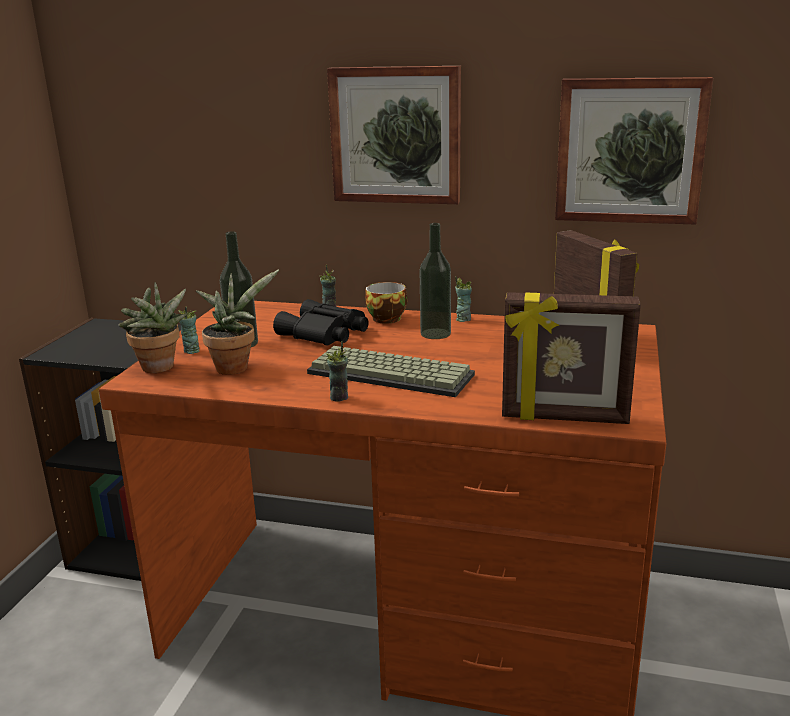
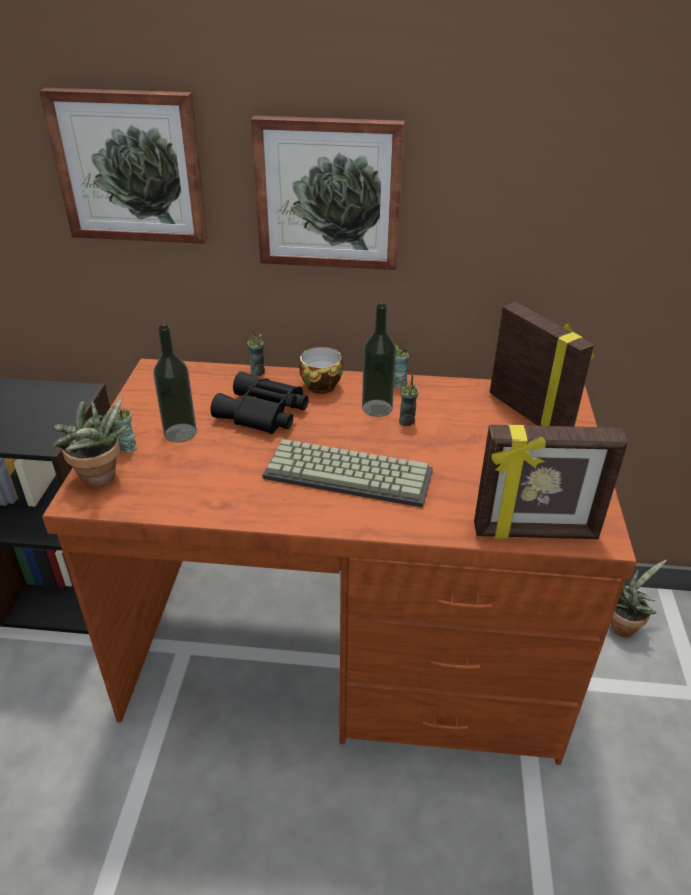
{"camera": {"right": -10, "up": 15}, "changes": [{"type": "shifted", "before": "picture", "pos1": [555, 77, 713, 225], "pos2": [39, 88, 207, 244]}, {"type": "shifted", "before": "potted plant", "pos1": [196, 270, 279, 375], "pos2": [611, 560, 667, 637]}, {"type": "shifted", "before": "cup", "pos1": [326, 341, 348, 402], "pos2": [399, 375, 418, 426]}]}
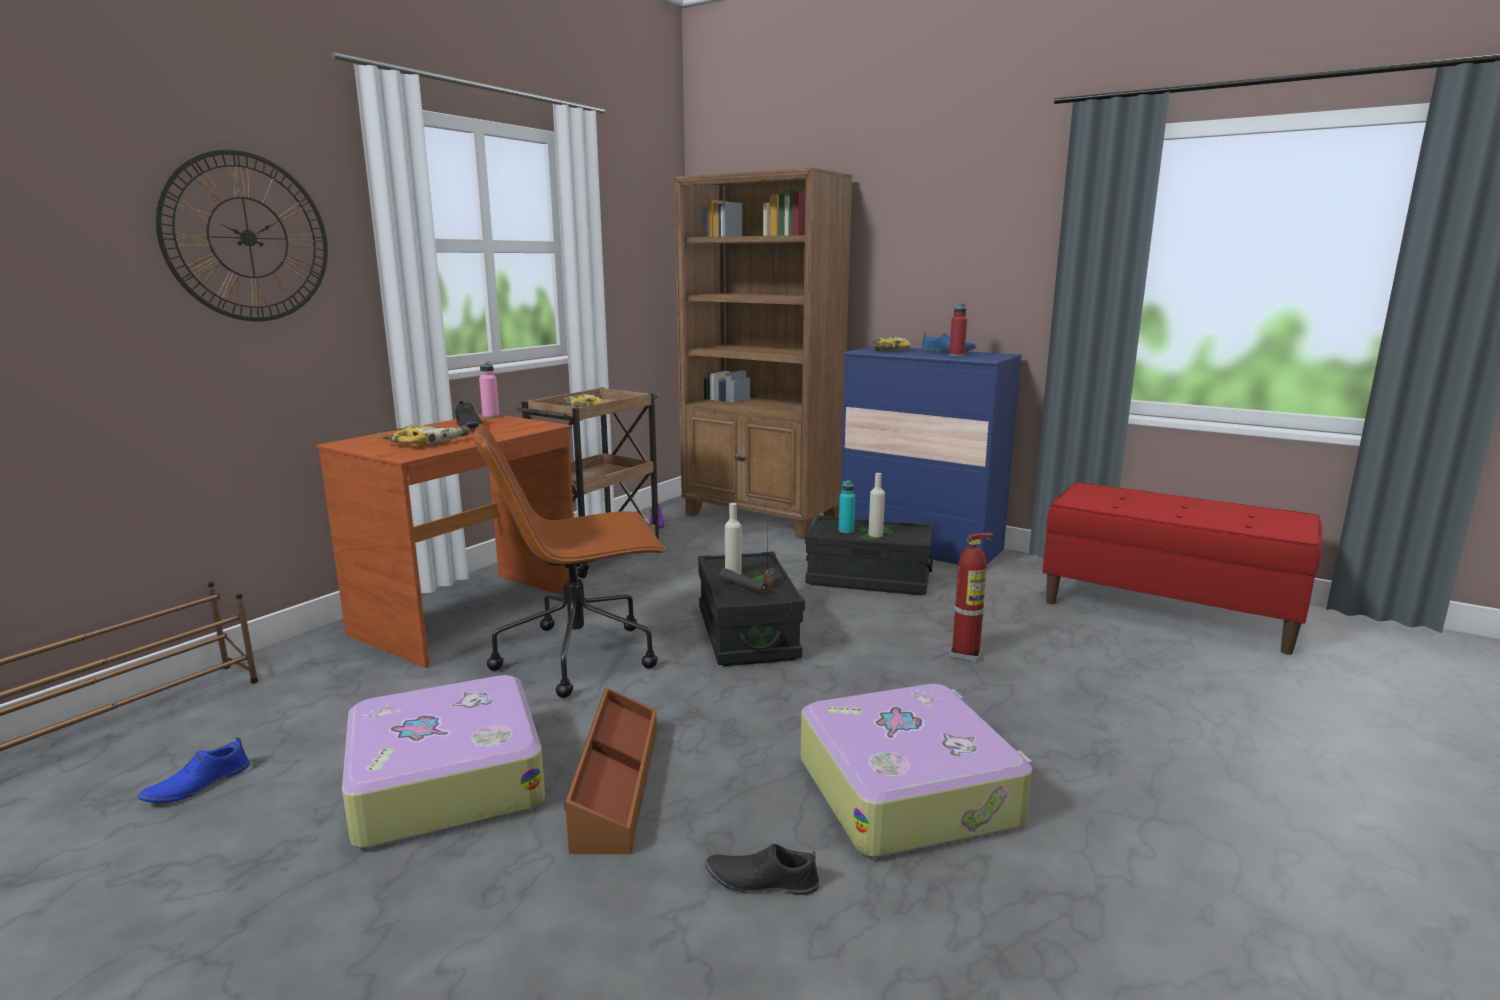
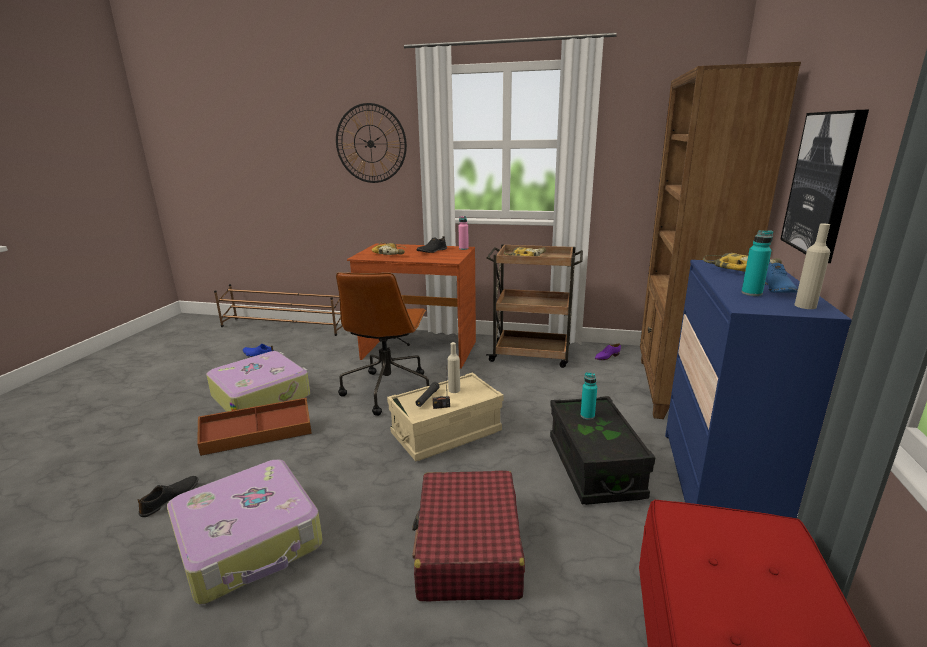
{"camera": {"right": 70, "up": 5}, "changes": [{"type": "repainted", "before": "red bottle", "after": "turquoise bottle", "pos1": [949, 303, 967, 357], "pos2": [741, 230, 773, 296]}, {"type": "rotated", "before": "brown office chair", "pos1": [474, 424, 666, 698], "pos2": [336, 272, 429, 416], "turn": -135}, {"type": "shifted", "before": "beige bottle", "pos1": [868, 473, 885, 537], "pos2": [794, 224, 830, 309]}, {"type": "swapped", "before": "fire extinguisher", "after": "red suitcase", "pos1": [950, 533, 993, 662], "pos2": [412, 471, 525, 601]}, {"type": "repainted", "before": "black storage box", "after": "beige storage box", "pos1": [698, 551, 805, 666], "pos2": [387, 372, 503, 461]}, {"type": "rotated", "before": "black shoe", "pos1": [705, 844, 819, 895], "pos2": [138, 476, 198, 517], "turn": 45}, {"type": "new", "after": "picture", "pos2": [780, 110, 869, 263]}]}
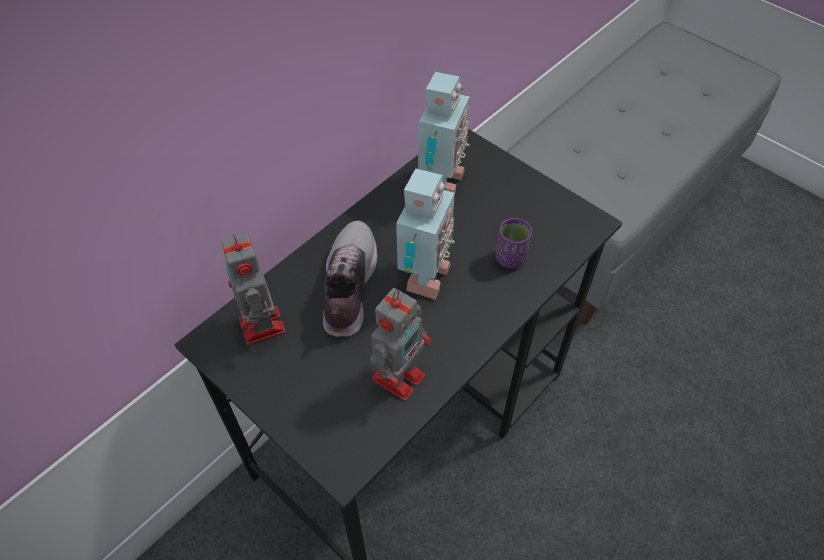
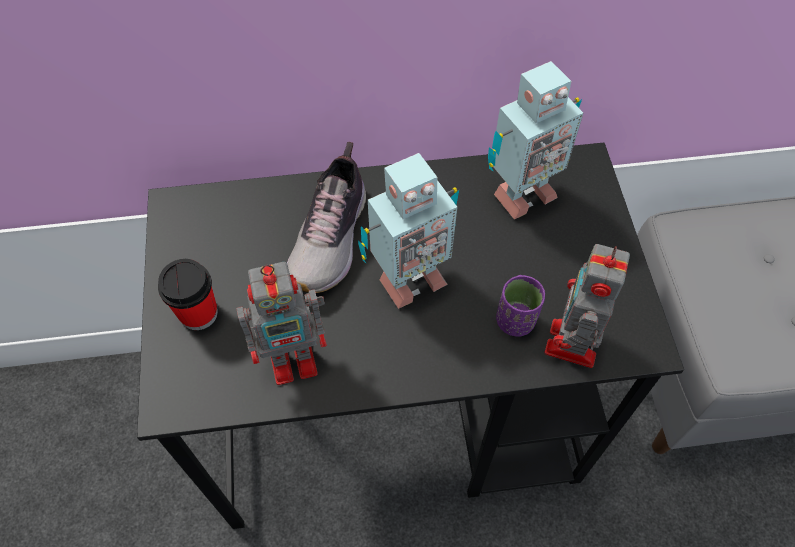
{"camera": {"right": 40, "up": 5}, "changes": [{"type": "rotated", "before": "shoe", "pos1": [323, 221, 377, 337], "pos2": [287, 142, 366, 293], "turn": 150}, {"type": "shifted", "before": "toy robot", "pos1": [221, 233, 286, 345], "pos2": [545, 244, 630, 368]}, {"type": "new", "after": "cup", "pos2": [158, 259, 218, 330]}]}
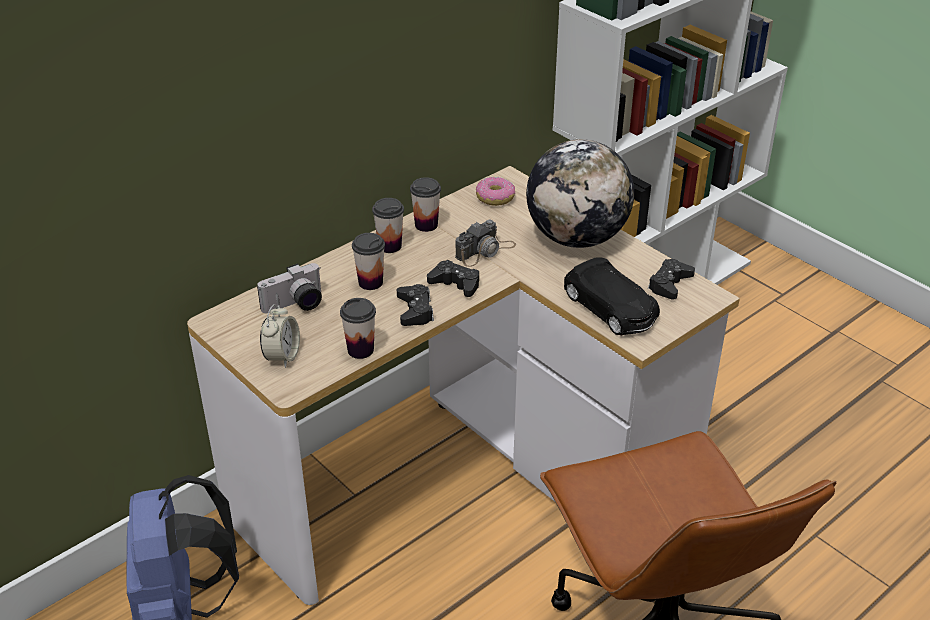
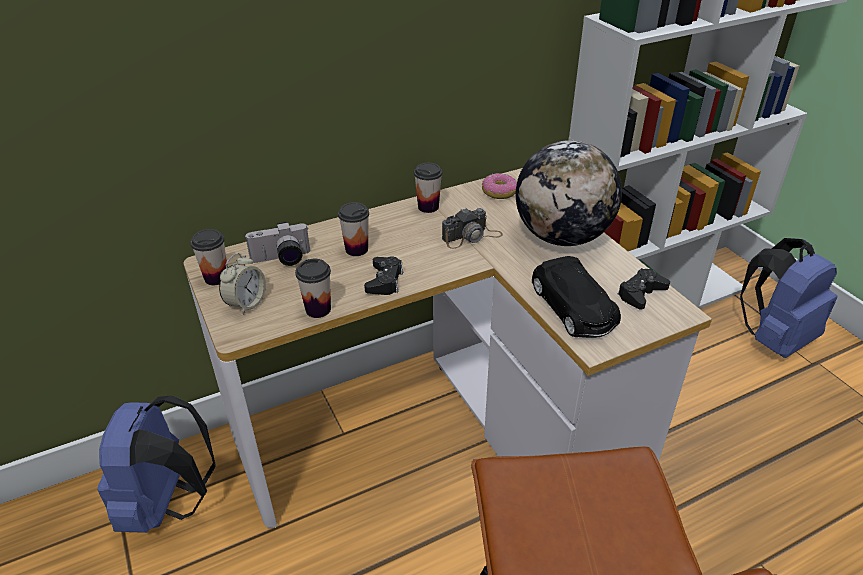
{"camera": {"right": 15, "up": 0}, "changes": [{"type": "shifted", "before": "cup", "pos1": [372, 198, 404, 253], "pos2": [190, 229, 228, 285]}, {"type": "gone", "before": "black game controller", "pos1": [427, 260, 479, 297]}, {"type": "new", "after": "blue backpack", "pos2": [740, 238, 837, 358]}]}
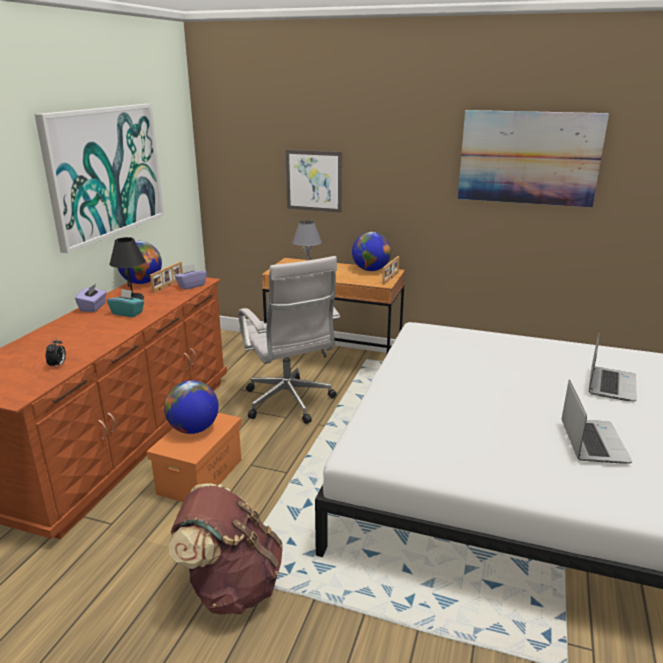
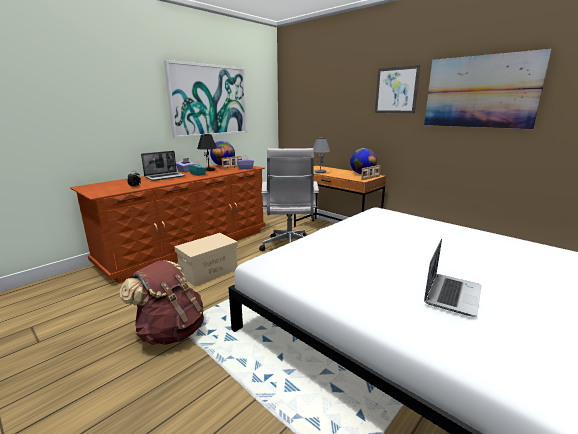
{"camera": {"right": 25, "up": -5}, "changes": [{"type": "shifted", "before": "picture", "pos1": [285, 150, 342, 213], "pos2": [375, 65, 420, 113]}, {"type": "shifted", "before": "laptop", "pos1": [589, 332, 636, 401], "pos2": [141, 151, 186, 181]}, {"type": "gone", "before": "globe", "pos1": [164, 380, 219, 434]}, {"type": "repainted", "before": "orange storage box", "after": "beige storage box", "pos1": [147, 413, 242, 502], "pos2": [174, 233, 238, 287]}]}
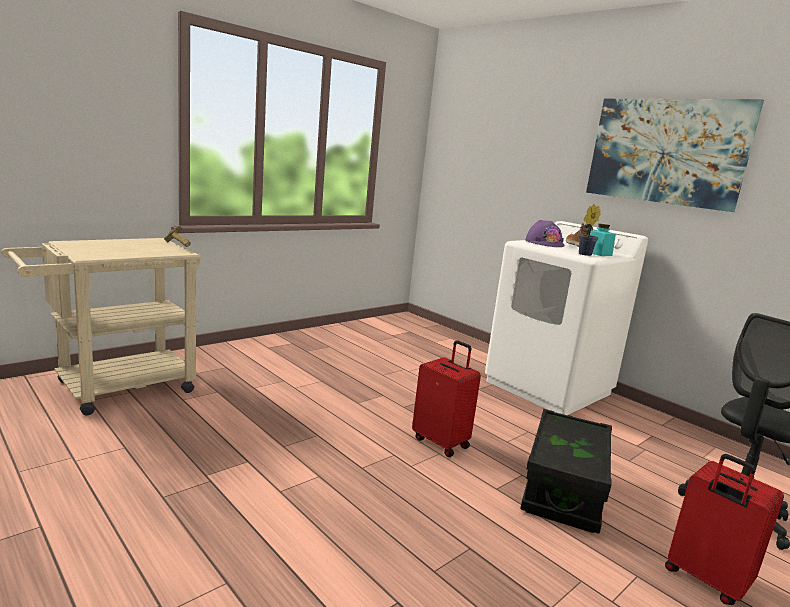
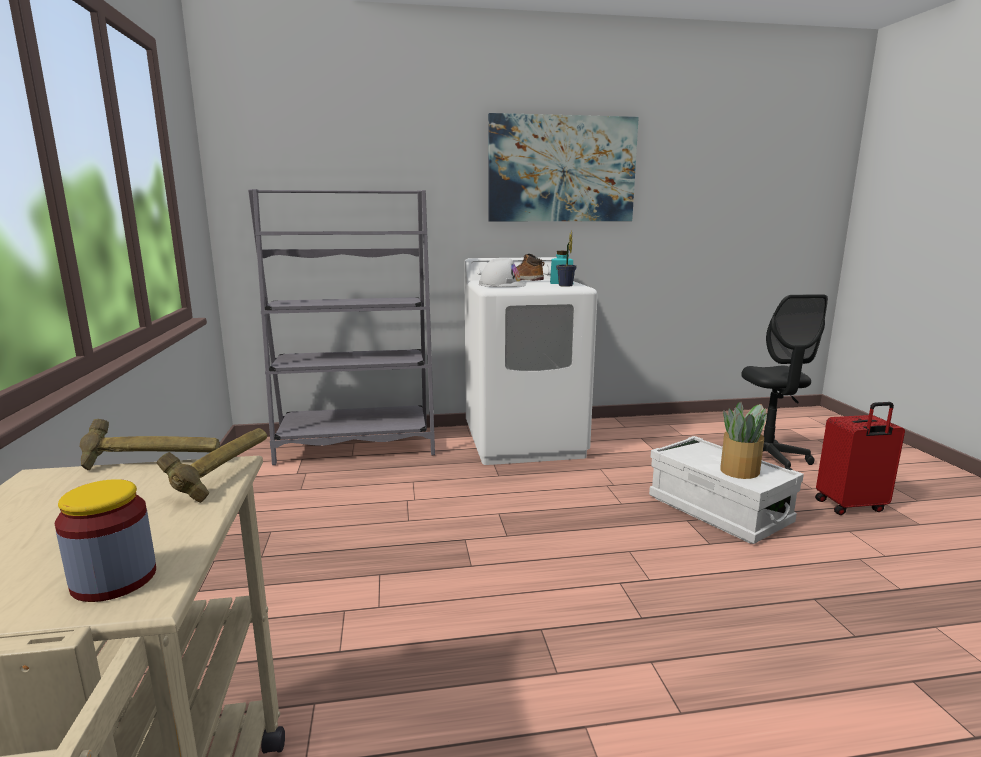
{"camera": {"right": -55, "up": 0}, "changes": [{"type": "repainted", "before": "purple hard hat", "after": "white hard hat", "pos1": [525, 220, 565, 247], "pos2": [478, 258, 526, 287]}, {"type": "gone", "before": "red suitcase", "pos1": [412, 340, 481, 457]}, {"type": "repainted", "before": "black storage box", "after": "white storage box", "pos1": [520, 409, 612, 534], "pos2": [649, 436, 804, 544]}, {"type": "new", "after": "grey bookcase", "pos2": [248, 189, 435, 465]}, {"type": "new", "after": "potted plant", "pos2": [720, 402, 767, 479]}, {"type": "new", "after": "hammer", "pos2": [156, 428, 267, 503]}, {"type": "new", "after": "jar", "pos2": [55, 479, 156, 602]}]}
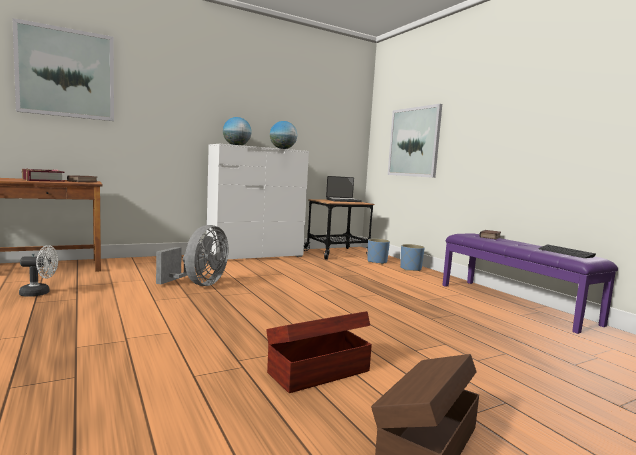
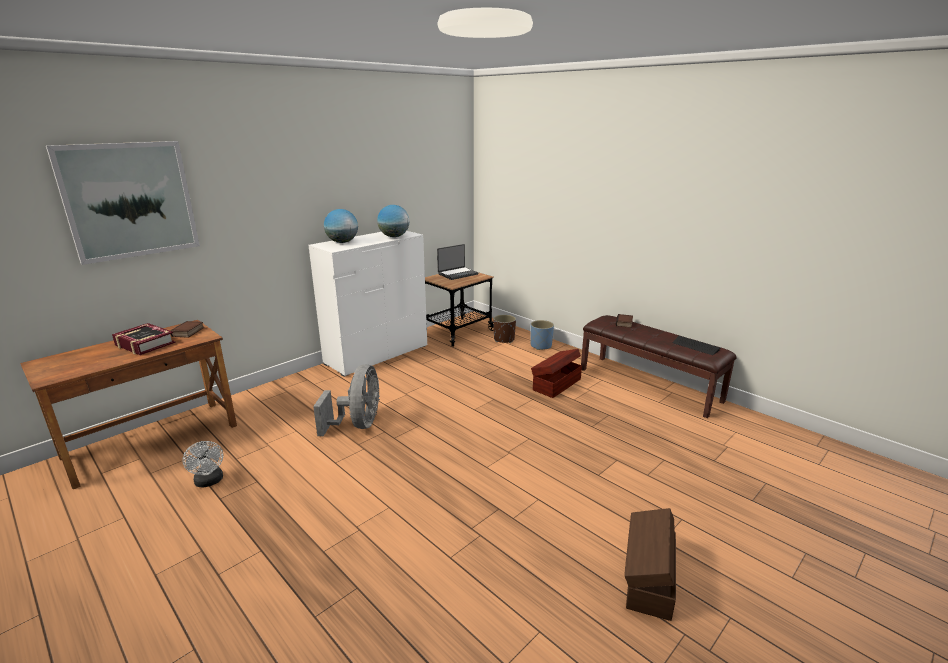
{"camera": {"right": -15, "up": 15}, "changes": [{"type": "gone", "before": "picture", "pos1": [388, 104, 442, 178]}, {"type": "repainted", "before": "purple bench", "after": "brown bench", "pos1": [442, 233, 618, 334], "pos2": [581, 315, 737, 418]}, {"type": "repainted", "before": "blue planter", "after": "brown planter", "pos1": [367, 239, 390, 264], "pos2": [493, 315, 516, 343]}, {"type": "rotated", "before": "white fan", "pos1": [19, 245, 58, 297], "pos2": [182, 441, 224, 487], "turn": 90}, {"type": "shifted", "before": "brown storage box", "pos1": [266, 311, 372, 393], "pos2": [531, 349, 582, 398]}]}
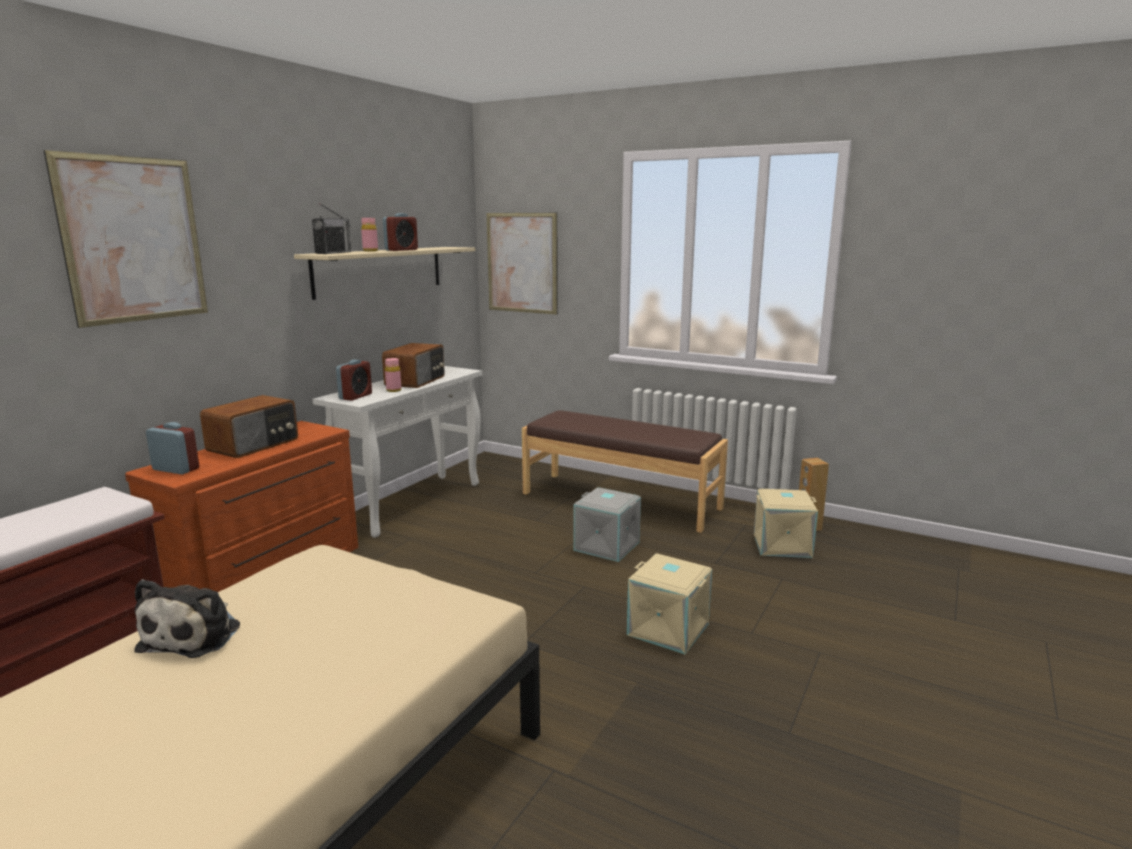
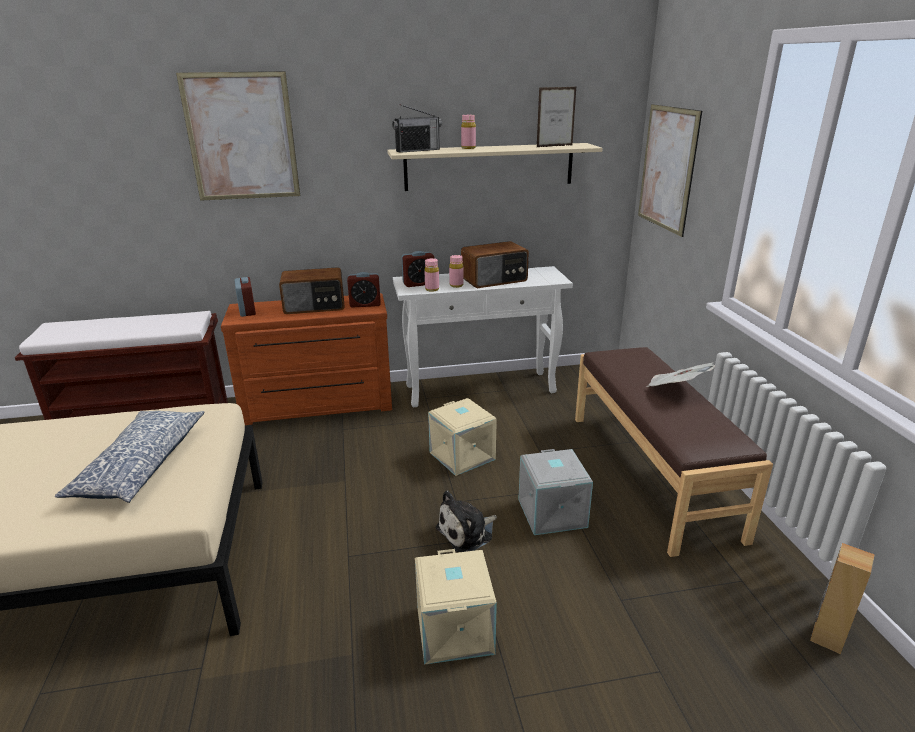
{"camera": {"right": 50, "up": 10}, "changes": [{"type": "shifted", "before": "alarm clock", "pos1": [383, 213, 418, 251], "pos2": [347, 272, 381, 308]}, {"type": "shifted", "before": "beige storage box", "pos1": [754, 489, 818, 558], "pos2": [428, 398, 497, 476]}, {"type": "shifted", "before": "plush toy", "pos1": [135, 579, 240, 658], "pos2": [436, 490, 497, 552]}, {"type": "new", "after": "picture frame", "pos2": [537, 87, 576, 147]}, {"type": "new", "after": "pink bottle", "pos2": [424, 258, 439, 292]}, {"type": "new", "after": "newspaper", "pos2": [646, 363, 715, 387]}, {"type": "new", "after": "pillow", "pos2": [55, 411, 205, 503]}]}
